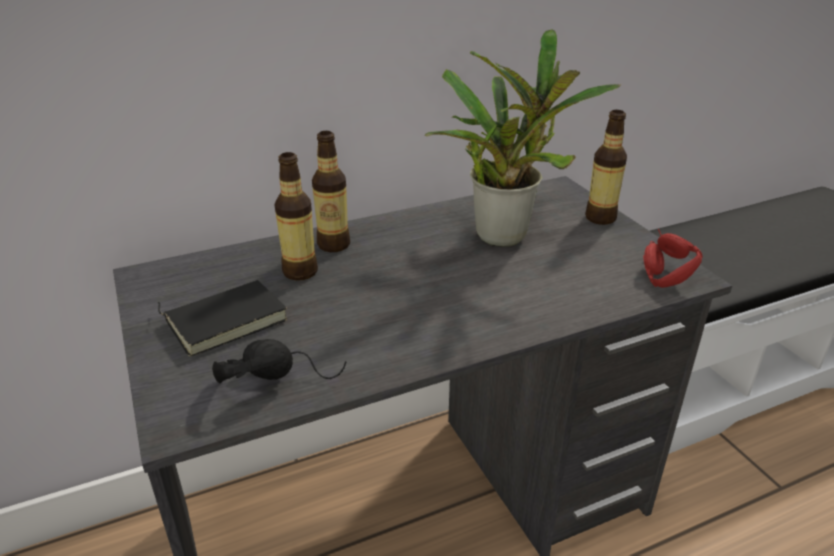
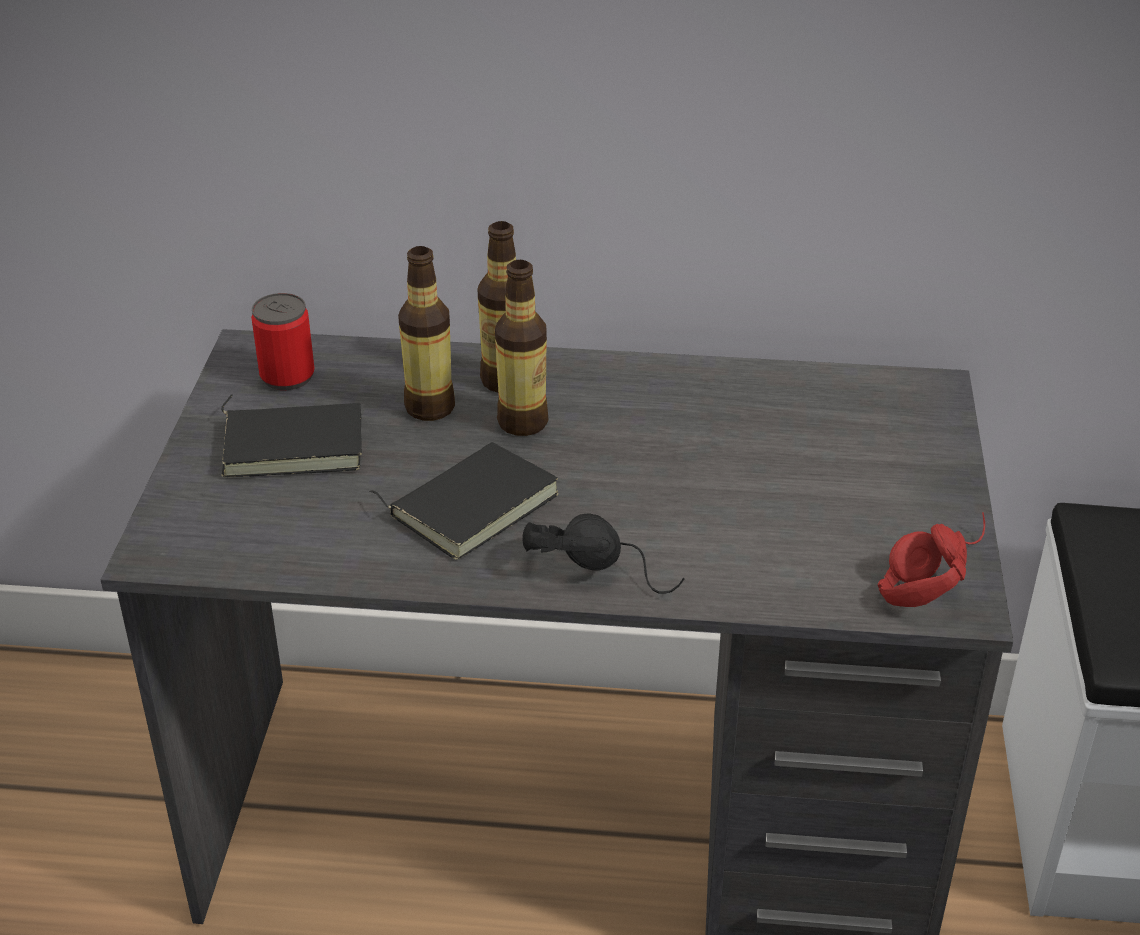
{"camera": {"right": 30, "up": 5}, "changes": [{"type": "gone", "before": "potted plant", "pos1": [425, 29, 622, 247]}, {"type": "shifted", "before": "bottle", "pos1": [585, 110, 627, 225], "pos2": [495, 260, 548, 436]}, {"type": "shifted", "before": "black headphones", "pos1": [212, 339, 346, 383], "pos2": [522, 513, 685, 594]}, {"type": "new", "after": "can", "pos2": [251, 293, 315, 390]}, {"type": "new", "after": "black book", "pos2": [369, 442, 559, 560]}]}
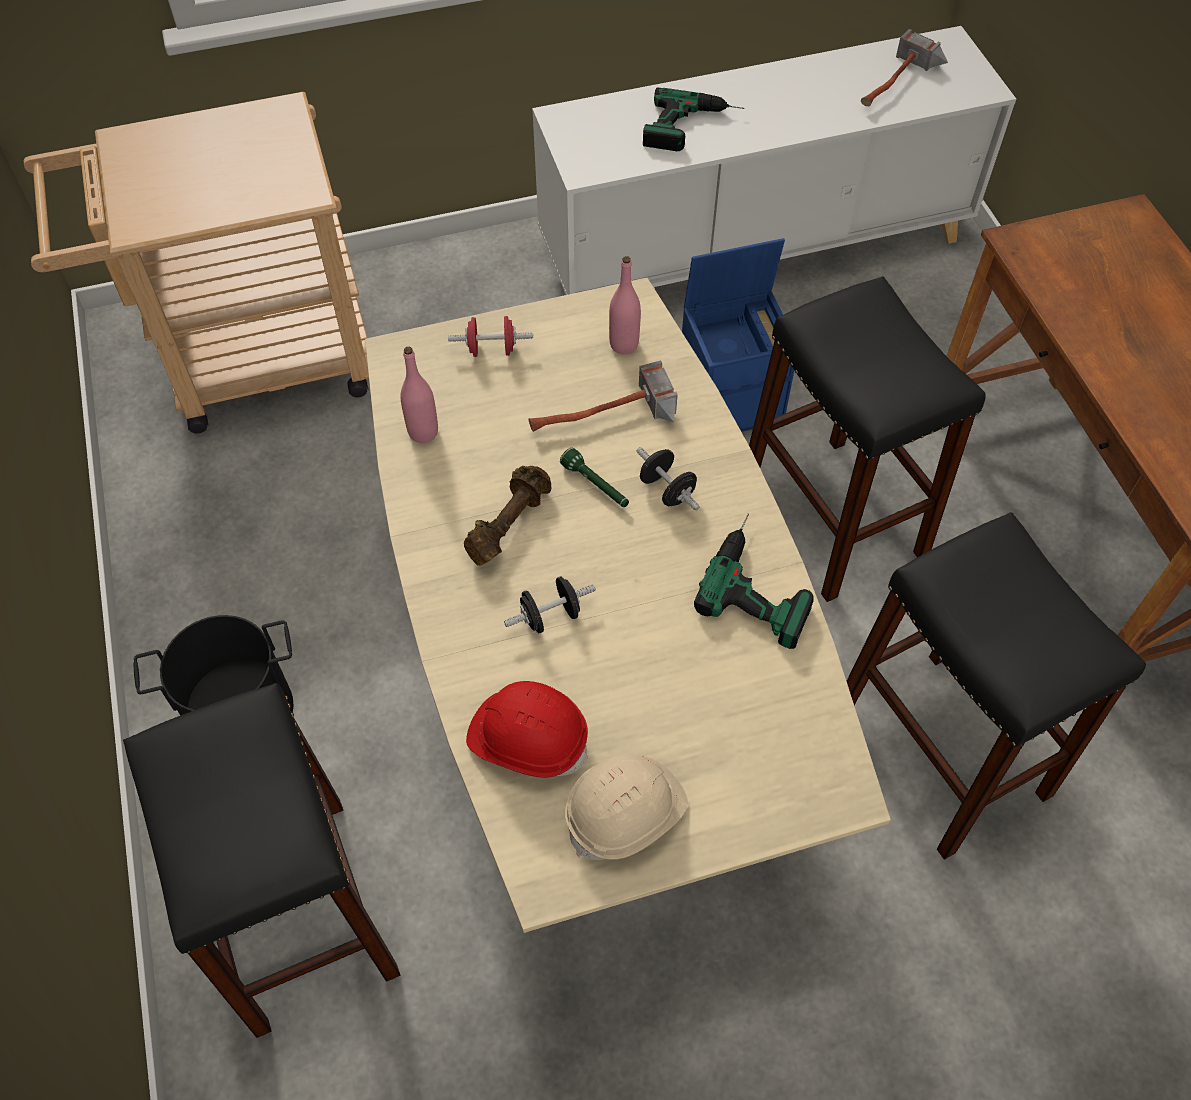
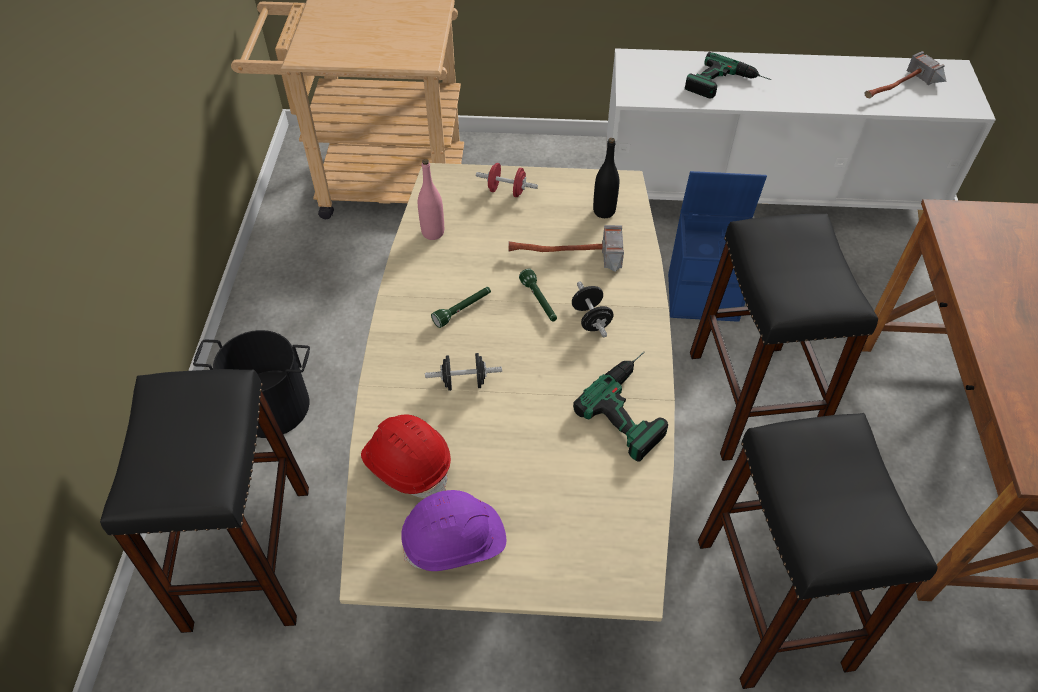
{"camera": {"right": 20, "up": -5}, "changes": [{"type": "repainted", "before": "pink bottle", "after": "black bottle", "pos1": [609, 256, 641, 354], "pos2": [593, 138, 619, 218]}, {"type": "swapped", "before": "brown dumbbell", "after": "green flashlight", "pos1": [464, 466, 552, 566], "pos2": [431, 287, 491, 328]}, {"type": "repainted", "before": "beige hard hat", "after": "purple hard hat", "pos1": [565, 753, 688, 860], "pos2": [401, 490, 506, 571]}]}
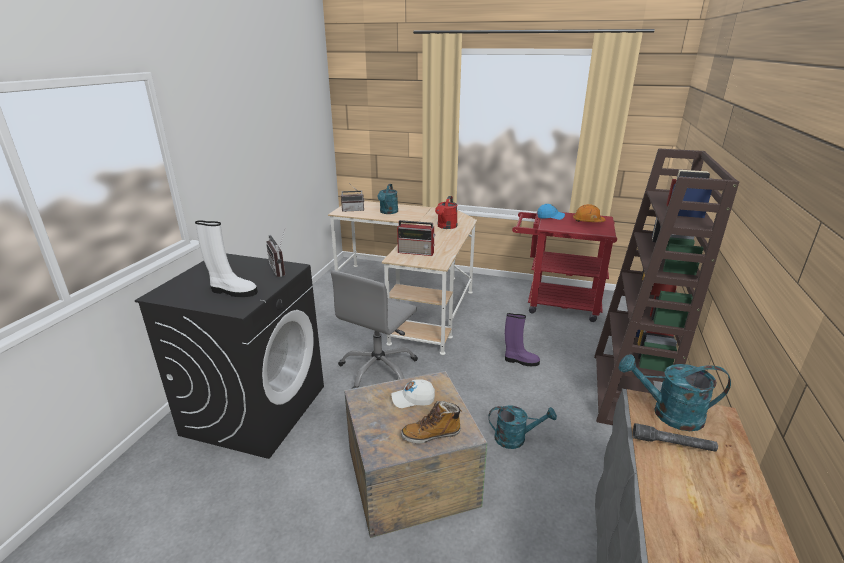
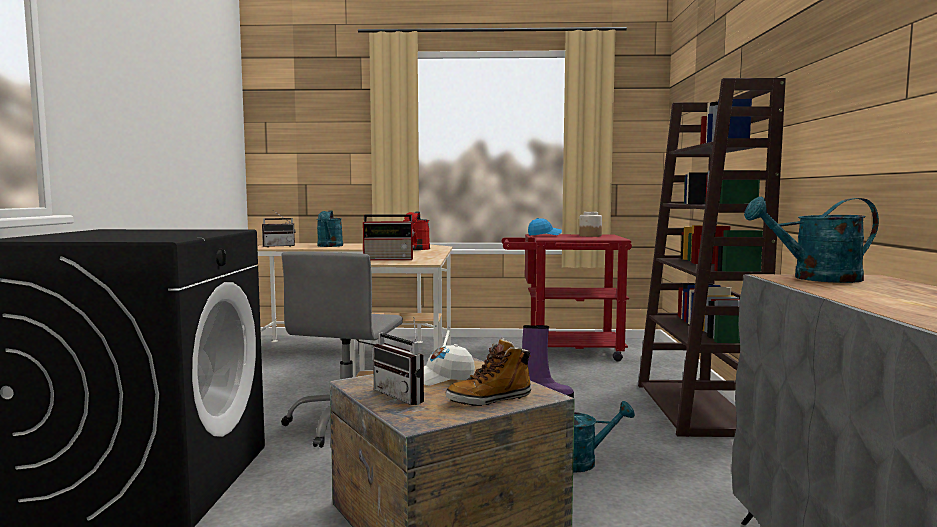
{"camera": {"right": -15, "up": -20}, "changes": [{"type": "swapped", "before": "orange hard hat", "after": "jar", "pos1": [573, 204, 605, 222], "pos2": [579, 212, 602, 237]}, {"type": "gone", "before": "white boot", "pos1": [195, 220, 258, 297]}, {"type": "shifted", "before": "radio", "pos1": [266, 228, 286, 277], "pos2": [373, 317, 424, 405]}, {"type": "gone", "before": "grey flashlight", "pos1": [633, 423, 718, 452]}]}
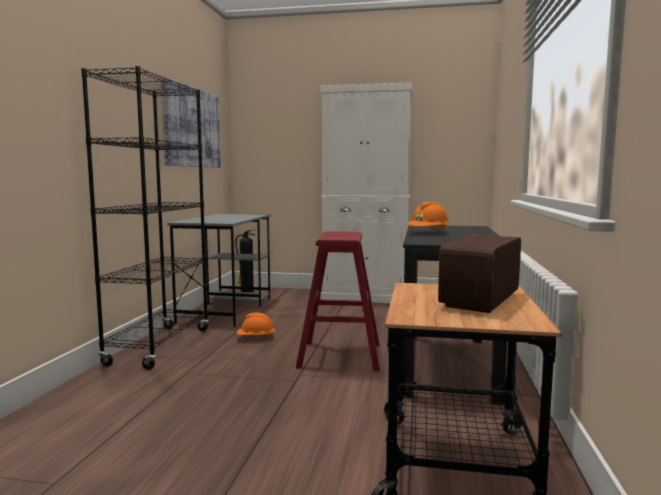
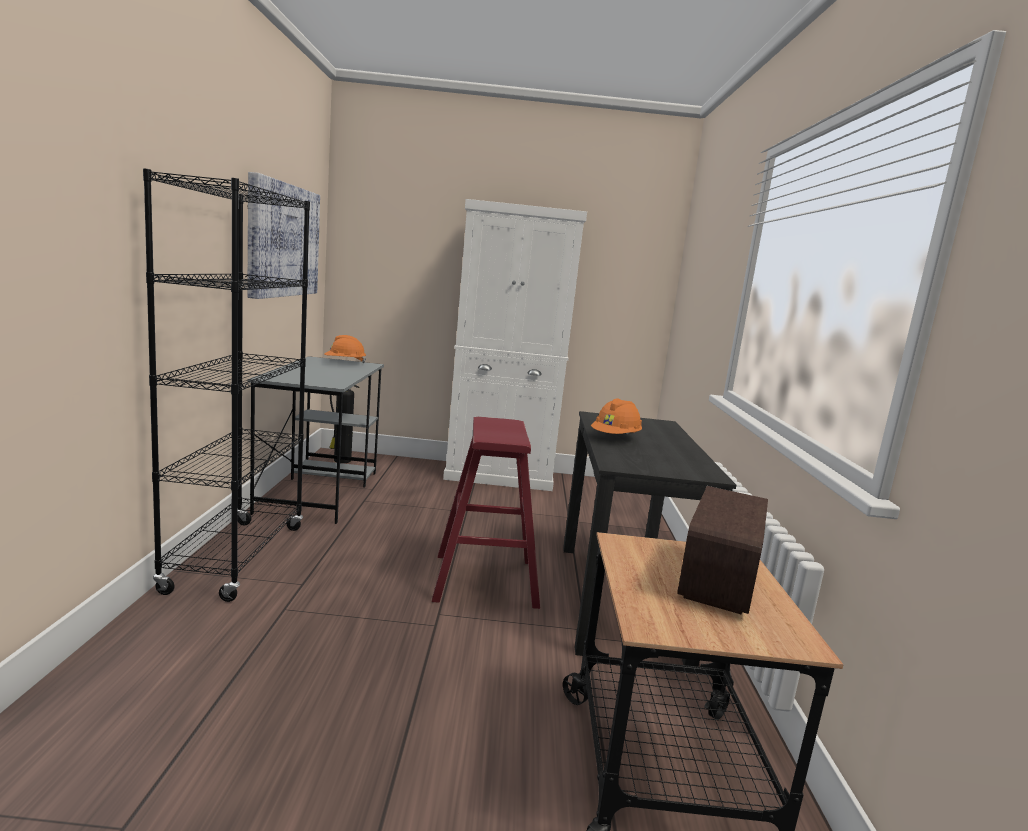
{"camera": {"right": -10, "up": 5}, "changes": [{"type": "shifted", "before": "orange hard hat", "pos1": [237, 312, 276, 337], "pos2": [324, 335, 367, 364]}]}
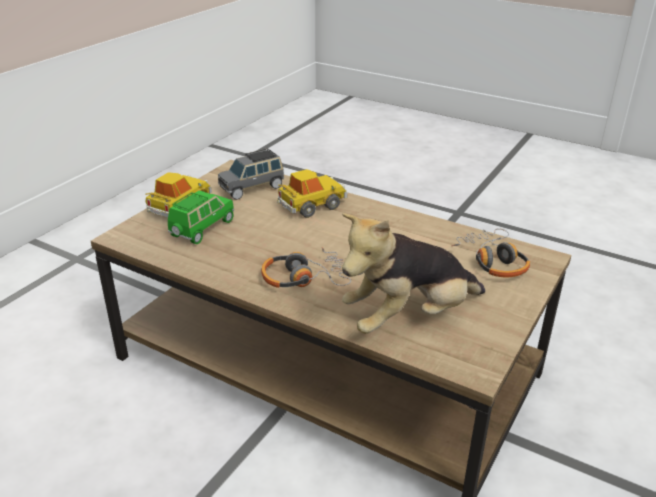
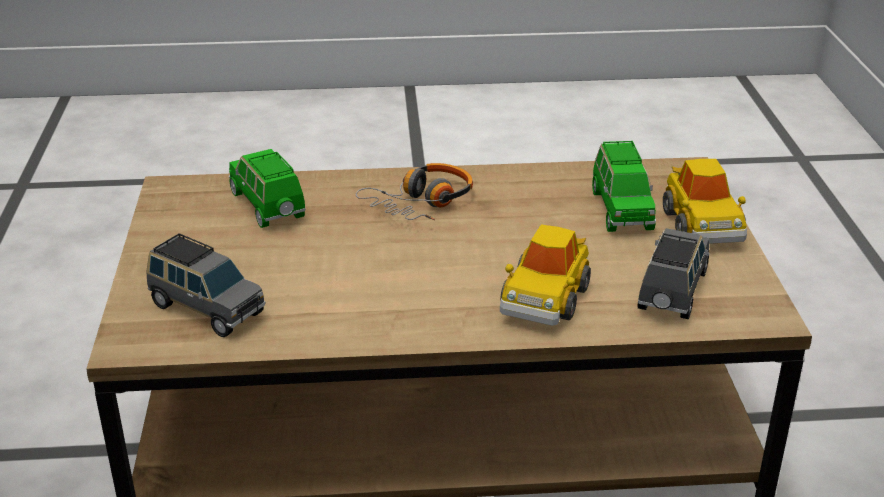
{"camera": {"right": 145, "up": 0}, "changes": [{"type": "swapped", "before": "plush toy", "after": "green toy car", "pos1": [342, 213, 485, 334], "pos2": [229, 149, 306, 228]}, {"type": "swapped", "before": "headphones", "after": "grey toy car", "pos1": [451, 229, 530, 277], "pos2": [147, 233, 265, 337]}]}
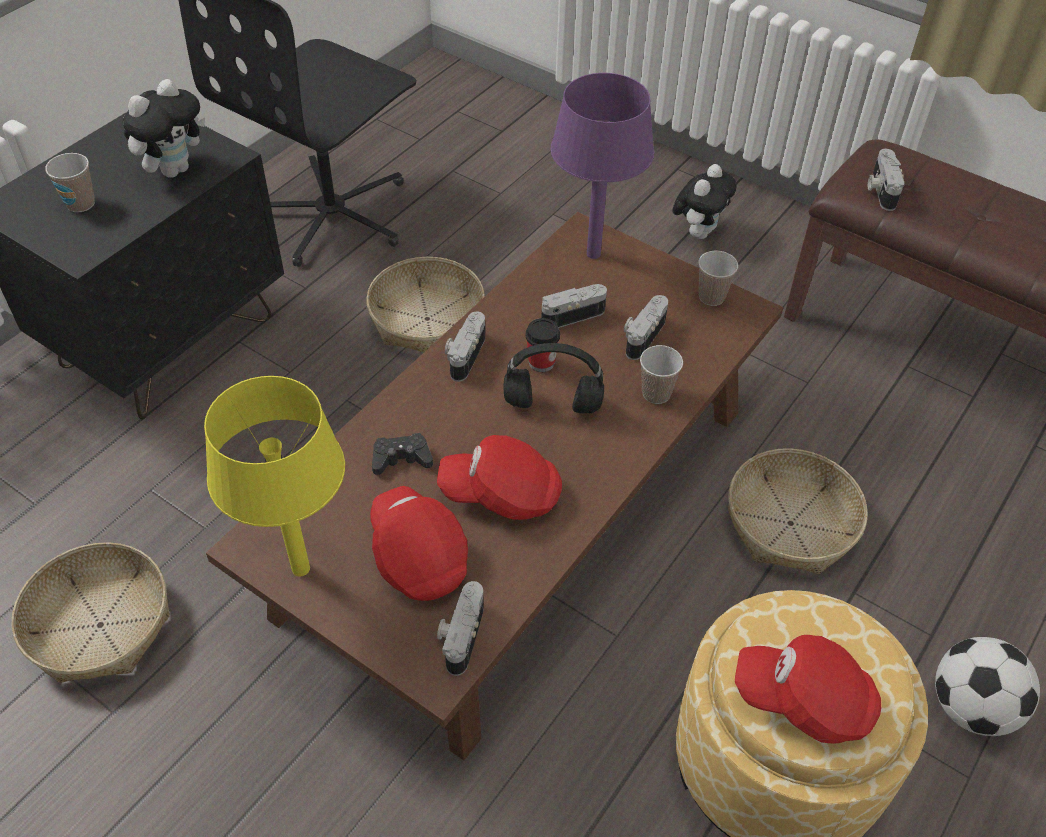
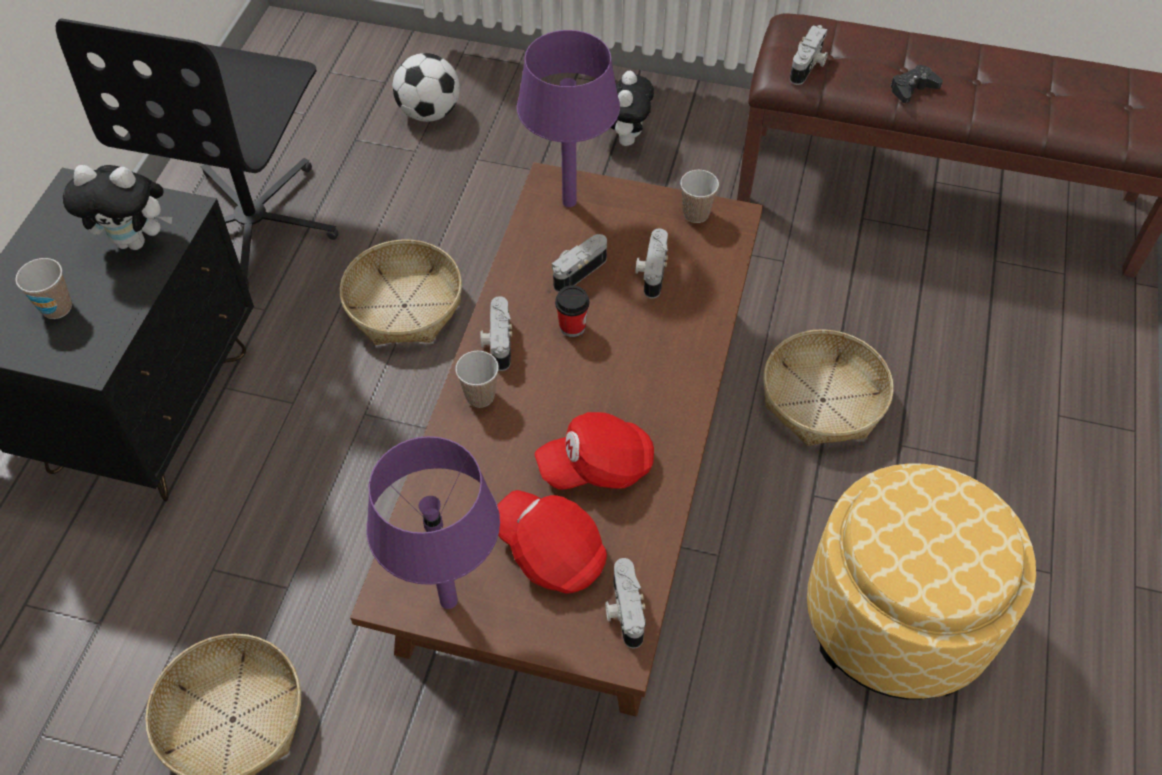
{"camera": {"right": -20, "up": 5}, "changes": [{"type": "rotated", "before": "plush toy", "pos1": [123, 79, 205, 178], "pos2": [63, 165, 172, 250], "turn": 75}, {"type": "rotated", "before": "photo camera", "pos1": [868, 149, 905, 211], "pos2": [790, 25, 828, 85], "turn": -135}, {"type": "gone", "before": "black headphones", "pos1": [504, 343, 604, 414]}, {"type": "shifted", "before": "cup", "pos1": [640, 345, 683, 404], "pos2": [455, 351, 499, 408]}, {"type": "repainted", "before": "yellow table lamp", "after": "purple table lamp", "pos1": [204, 376, 345, 576], "pos2": [367, 436, 500, 609]}, {"type": "shifted", "before": "black game controller", "pos1": [372, 433, 433, 475], "pos2": [890, 64, 943, 103]}, {"type": "gone", "before": "red cap", "pos1": [735, 635, 881, 743]}, {"type": "shifted", "before": "football", "pos1": [935, 637, 1040, 736], "pos2": [393, 53, 460, 122]}]}
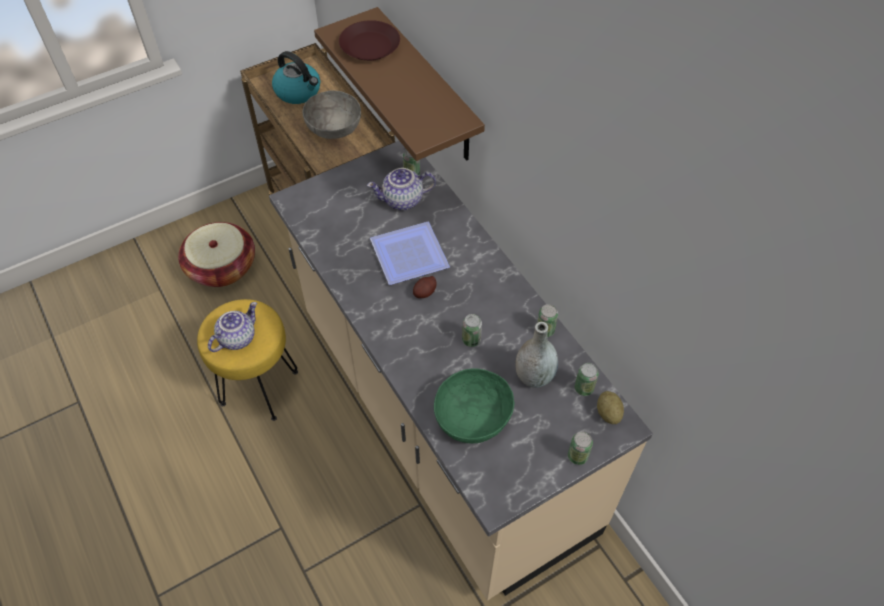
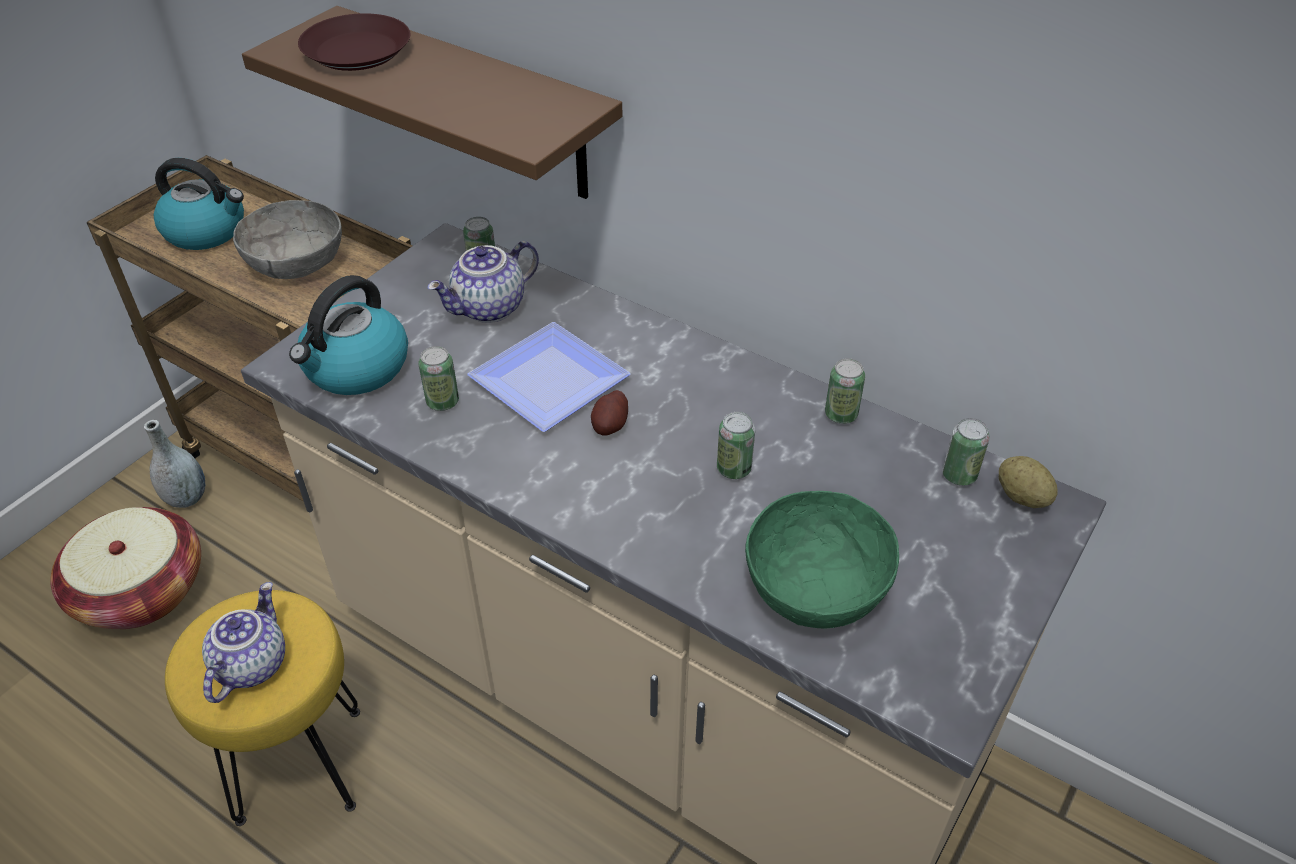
{"camera": {"right": -25, "up": -10}, "changes": [{"type": "shifted", "before": "grey vase", "pos1": [515, 322, 558, 388], "pos2": [144, 420, 205, 508]}, {"type": "shifted", "before": "can", "pos1": [568, 431, 593, 465], "pos2": [419, 346, 459, 411]}, {"type": "new", "after": "kettle", "pos2": [289, 275, 408, 395]}]}
